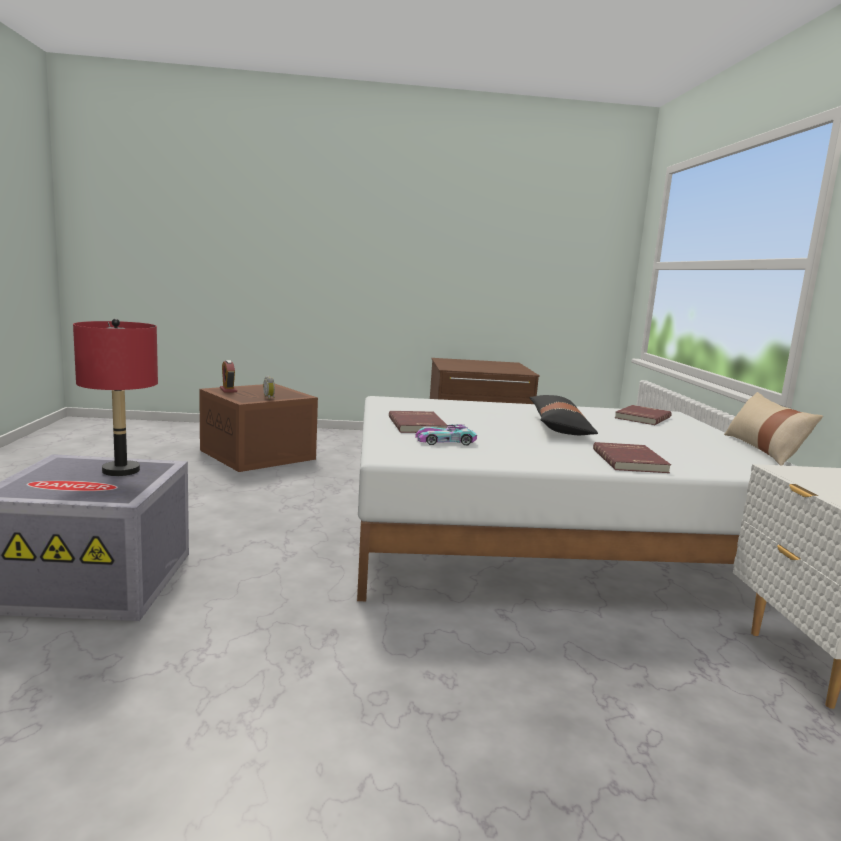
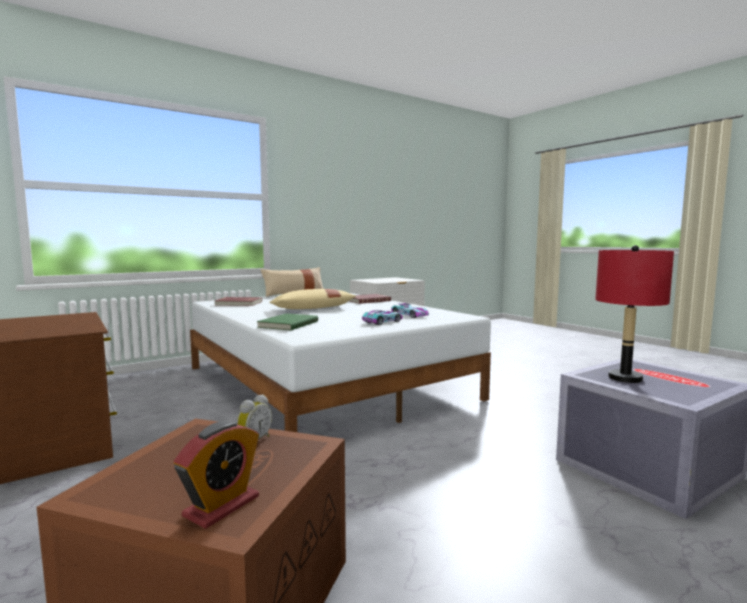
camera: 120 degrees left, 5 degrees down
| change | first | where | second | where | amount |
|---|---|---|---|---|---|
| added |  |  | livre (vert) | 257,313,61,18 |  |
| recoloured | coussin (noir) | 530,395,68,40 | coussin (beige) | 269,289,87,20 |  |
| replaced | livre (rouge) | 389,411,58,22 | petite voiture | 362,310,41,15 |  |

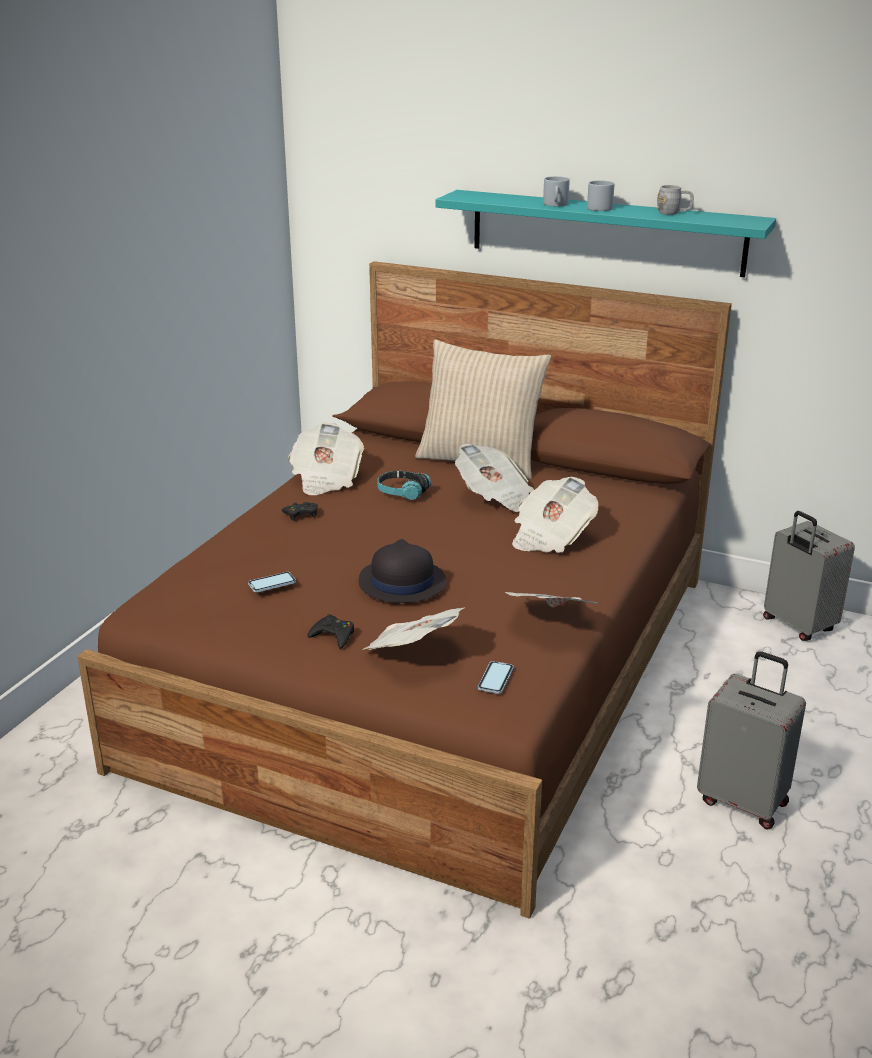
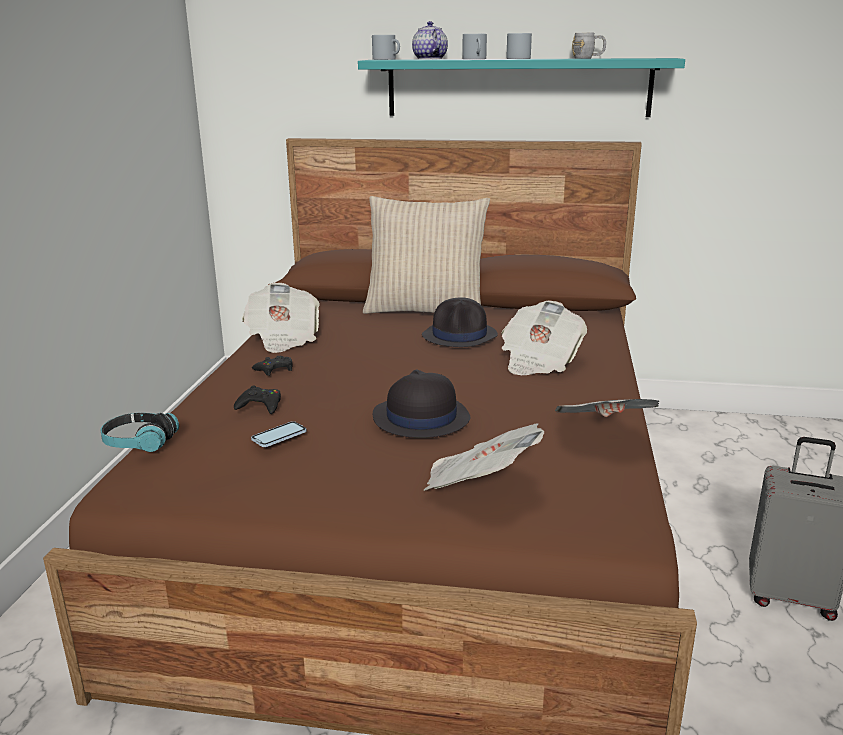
camera: 15 degrees left, 5 degrees down
| change | first | where | second | where | amount |
|---|---|---|---|---|---|
| moved | casque audio | 377,471,54,29 |  | 100,413,79,39 |  |
| moved | manette (noir) | 308,614,46,35 |  | 234,386,47,28 |  |
| added |  |  | mug (gris) | 372,35,28,25 |  |
| added |  |  | théière | 412,21,36,38 |  |
| replaced | journal | 455,443,79,69 | chapeau (noir) | 422,297,76,50 |  |
| removed | téléphone | 478,661,36,33 |  |  |  |
| removed | valise (gris) | 763,511,92,130 |  |  |  |

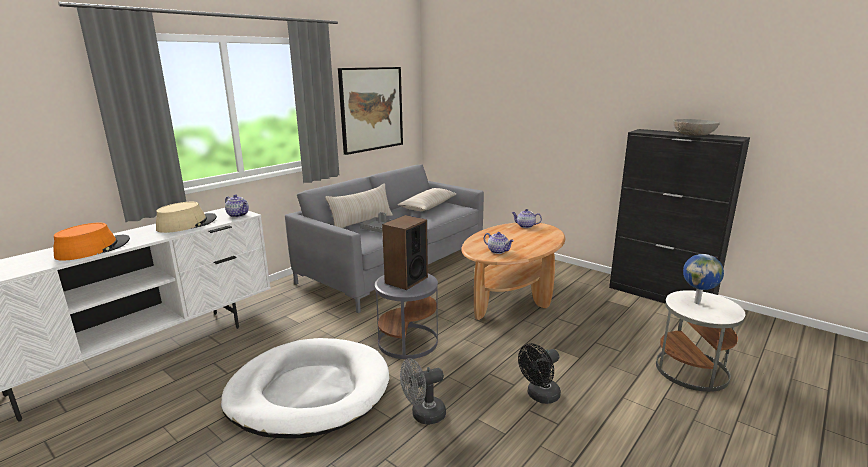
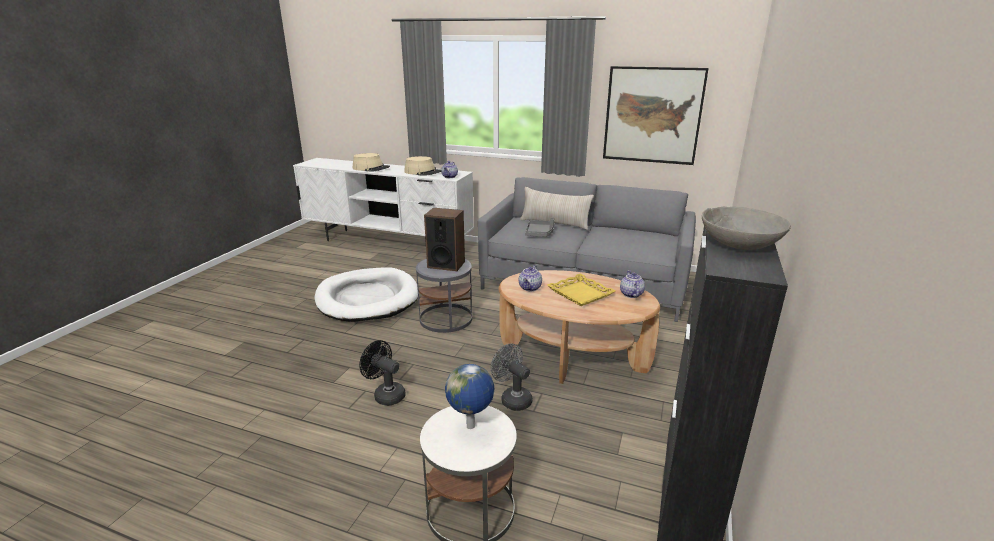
camera: 70 degrees right, 5 degrees up
| change | first | where | second | where | amount |
|---|---|---|---|---|---|
| recoloured | chapeau (orange) | 53,223,77,38 | chapeau (beige) | 353,153,37,18 |  |
| moved | ventilateur (gris) | 400,358,46,67 |  | 491,343,42,68 |  |
| added |  |  | plateau (jaune) | 547,274,69,32 |  |
| removed | coussin (beige) | 398,188,58,23 |  |  |  |

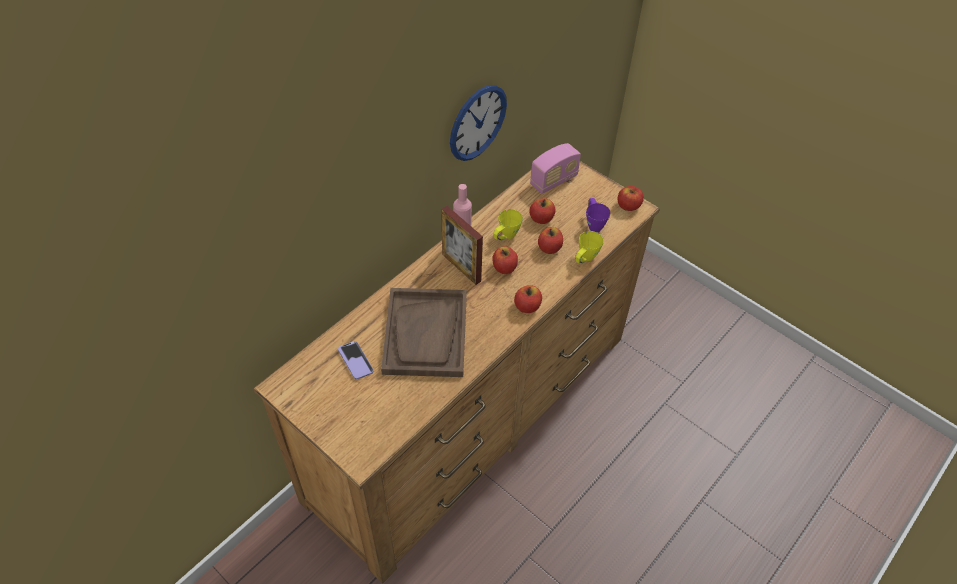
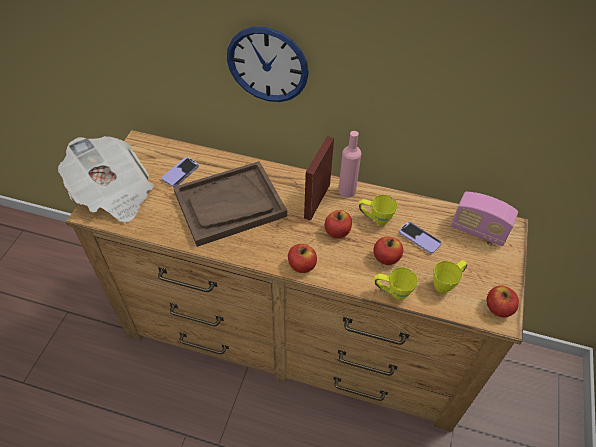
camera: 65 degrees right, 0 degrees up
| change | first | where | second | where | amount |
|---|---|---|---|---|---|
| added |  |  | journal | 58,136,96,87 |  |
| moved | horloge murale | 450,85,57,76 |  | 227,27,82,75 |  |
| replaced | pomme | 529,198,26,26 | téléphone | 399,222,43,32 |  |
| recoloured | mug (violet) | 586,198,24,35 | mug (jaune) | 433,260,35,34 |  |

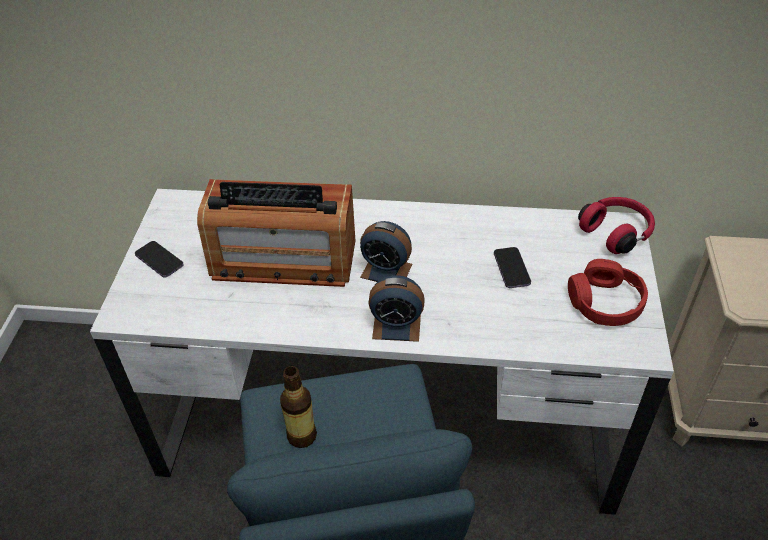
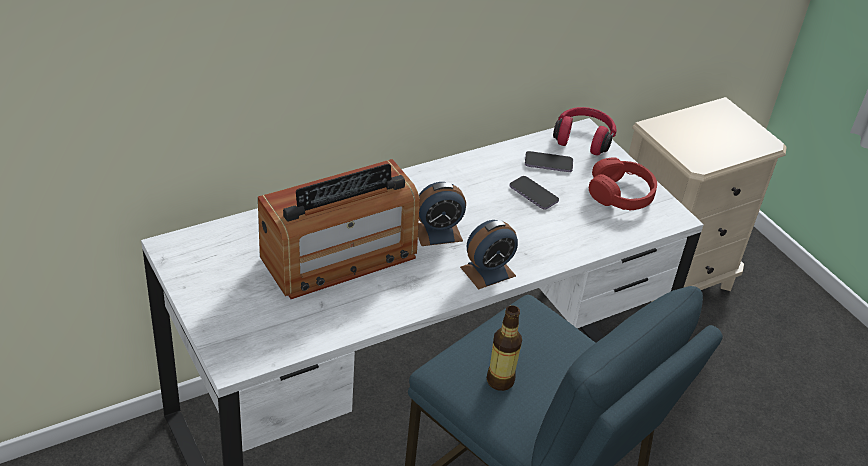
camera: 40 degrees left, 5 degrees down
| change | first | where | second | where | amount |
|---|---|---|---|---|---|
| moved | téléphone | 135,241,49,37 |  | 525,151,48,21 |  |

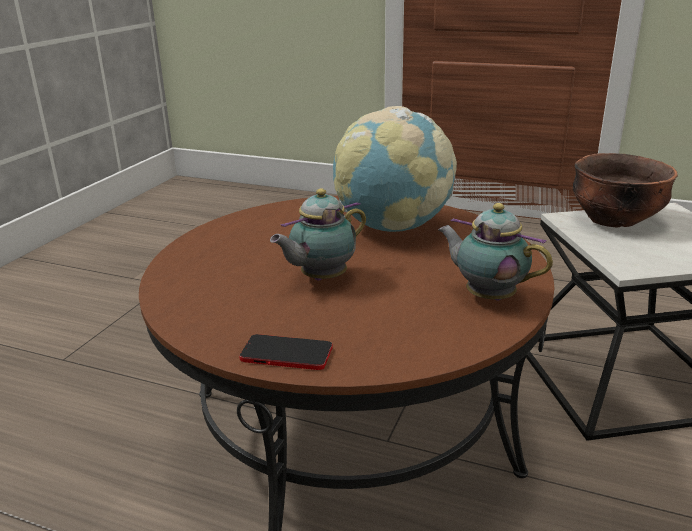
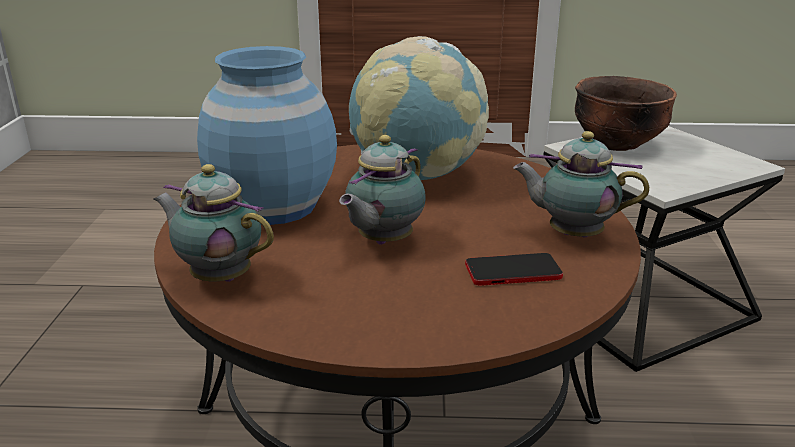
camera: 20 degrees left, 0 degrees up
| change | first | where | second | where | amount |
|---|---|---|---|---|---|
| added |  |  | théière | 154,164,120,118 |  |
| added |  |  | vase (bleu) | 197,46,140,179 |  |
| moved | téléphone | 239,334,94,36 |  | 465,253,98,33 |  |

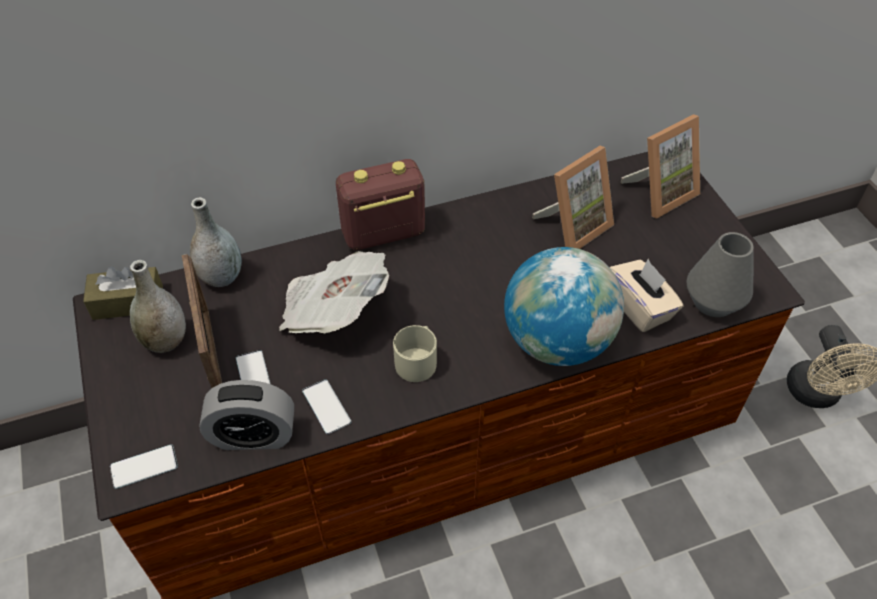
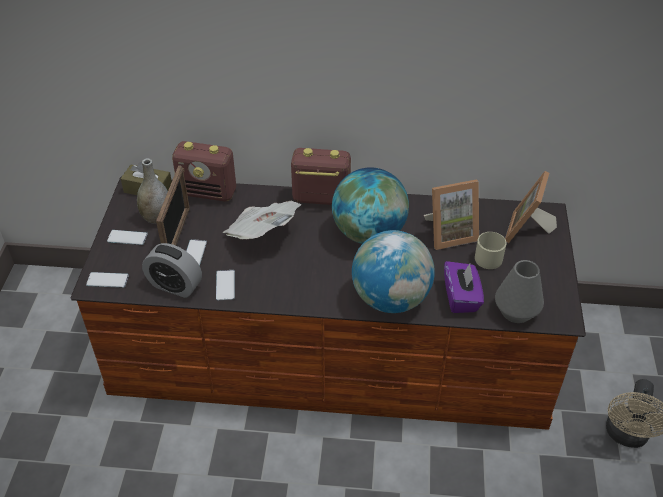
camera: 25 degrees right, 5 degrees down
| change | first | where | second | where | amount |
|---|---|---|---|---|---|
| added |  |  | téléphone | 107,230,41,15 |  |
| replaced | vase (gris) | 190,197,52,90 | radio | 172,141,64,61 |  |
| added |  |  | globe | 332,167,77,77 |  |
| recoloured | boîte à mouchoirs (beige) | 609,259,75,73 | boîte à mouchoirs (violet) | 444,261,40,52 |  |
| moved | mug (beige) | 393,325,44,57 |  | 475,232,32,37 |  |
| turned | cadre photo | 621,114,79,105 |  | 505,171,52,72 | 120 degrees clockwise |

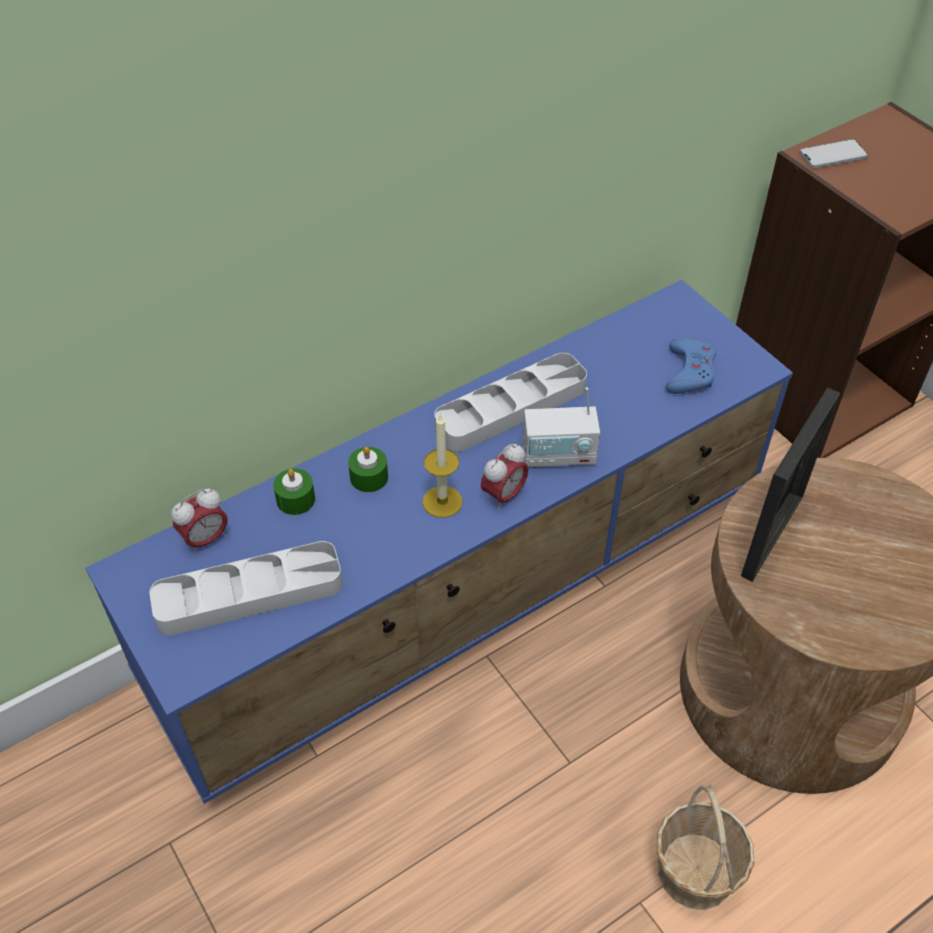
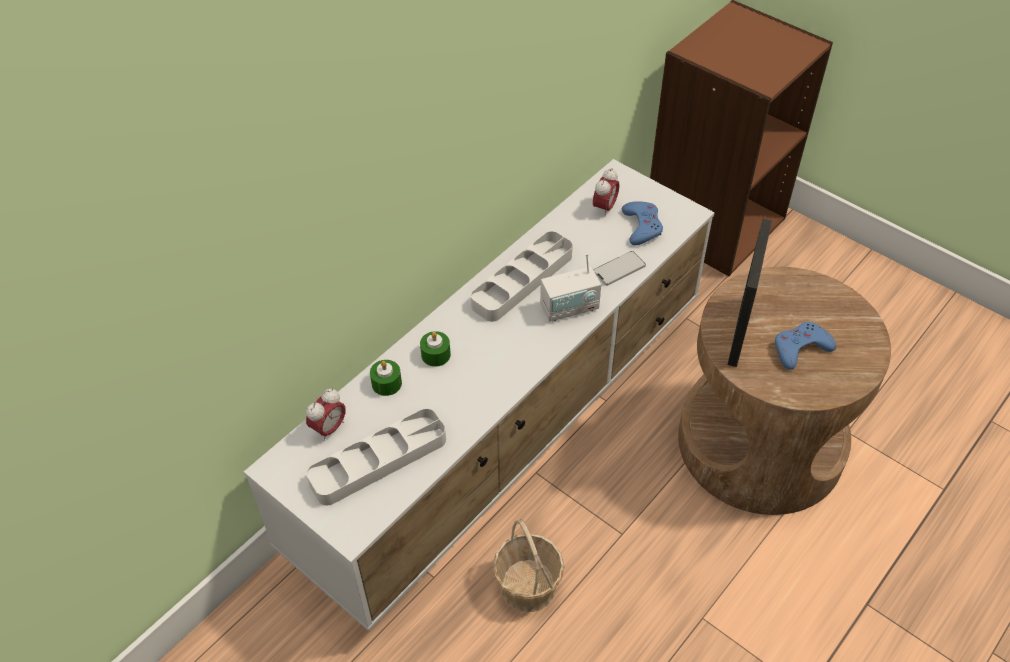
camera: 15 degrees left, 0 degrees up
| change | first | where | second | where | amount |
|---|---|---|---|---|---|
| recoloured | meuble télé (bleu) | 85,280,708,524 | meuble télé (blanc) | 244,159,471,472 |  |
| moved | panier | 656,784,98,126 |  | 493,518,71,95 |  |
| moved | réveil | 481,443,48,67 |  | 593,168,26,49 |  |
| moved | téléphone | 800,139,68,29 |  | 594,251,52,34 |  |
| added |  |  | manette (bleu) | 775,322,61,48 |  |
| removed | bougie | 423,413,39,105 |  |  |  |

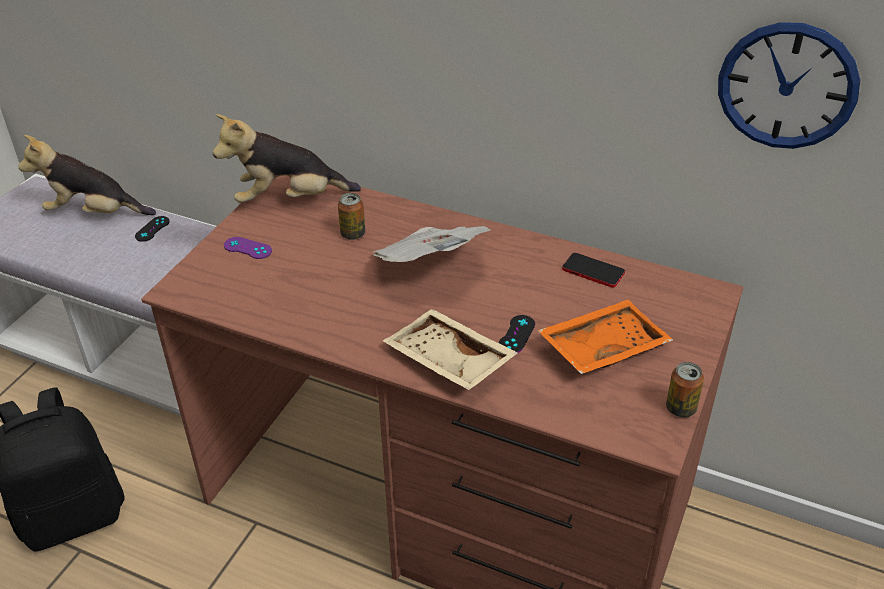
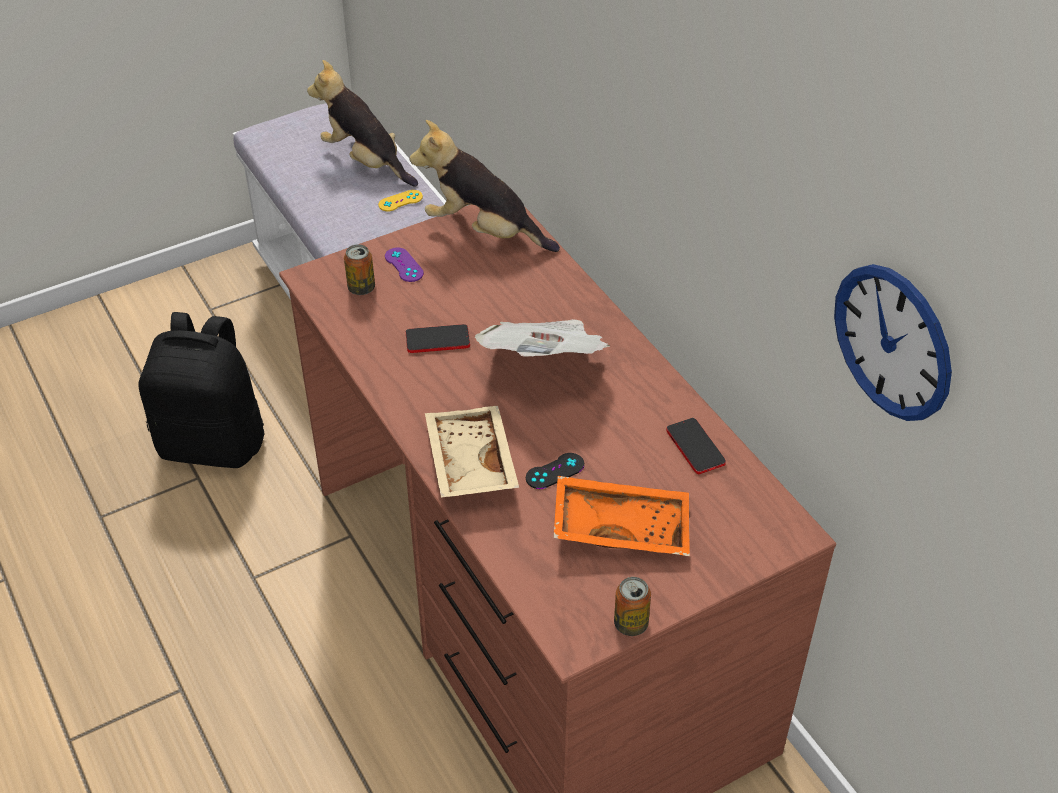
camera: 35 degrees right, 5 degrees up
| change | first | where | second | where | amount |
|---|---|---|---|---|---|
| moved | boîte métallique | 338,193,27,47 |  | 344,244,31,51 |  |
| recoloured | manette (noir) | 135,216,35,26 | manette (jaune) | 378,190,45,21 |  |
| added |  |  | téléphone | 406,324,64,29 |  |

